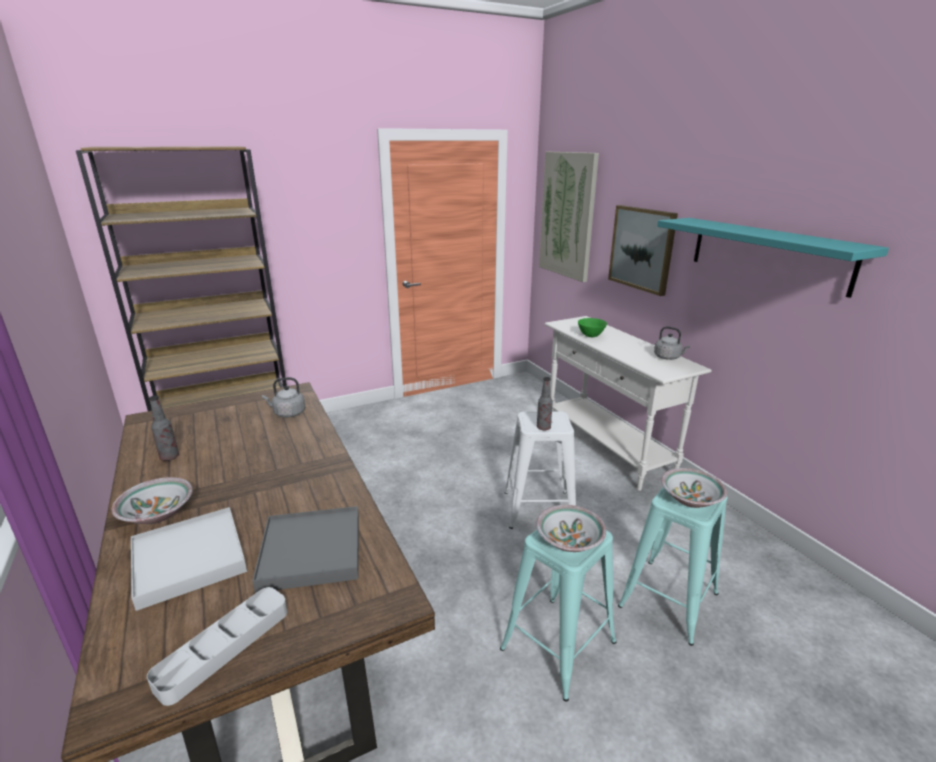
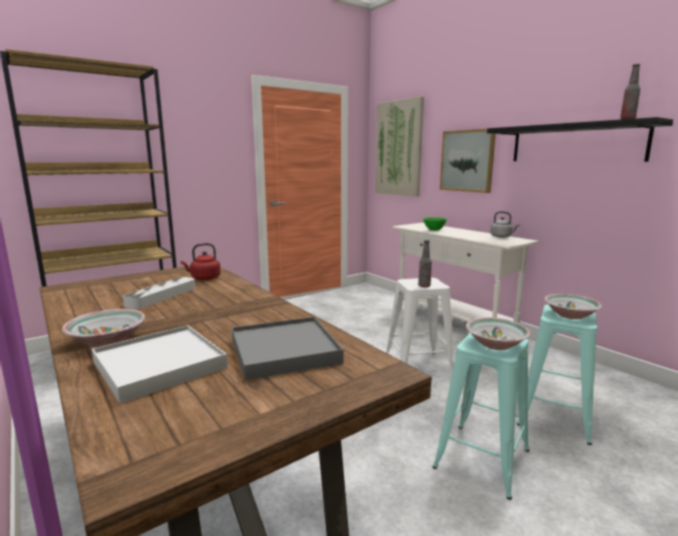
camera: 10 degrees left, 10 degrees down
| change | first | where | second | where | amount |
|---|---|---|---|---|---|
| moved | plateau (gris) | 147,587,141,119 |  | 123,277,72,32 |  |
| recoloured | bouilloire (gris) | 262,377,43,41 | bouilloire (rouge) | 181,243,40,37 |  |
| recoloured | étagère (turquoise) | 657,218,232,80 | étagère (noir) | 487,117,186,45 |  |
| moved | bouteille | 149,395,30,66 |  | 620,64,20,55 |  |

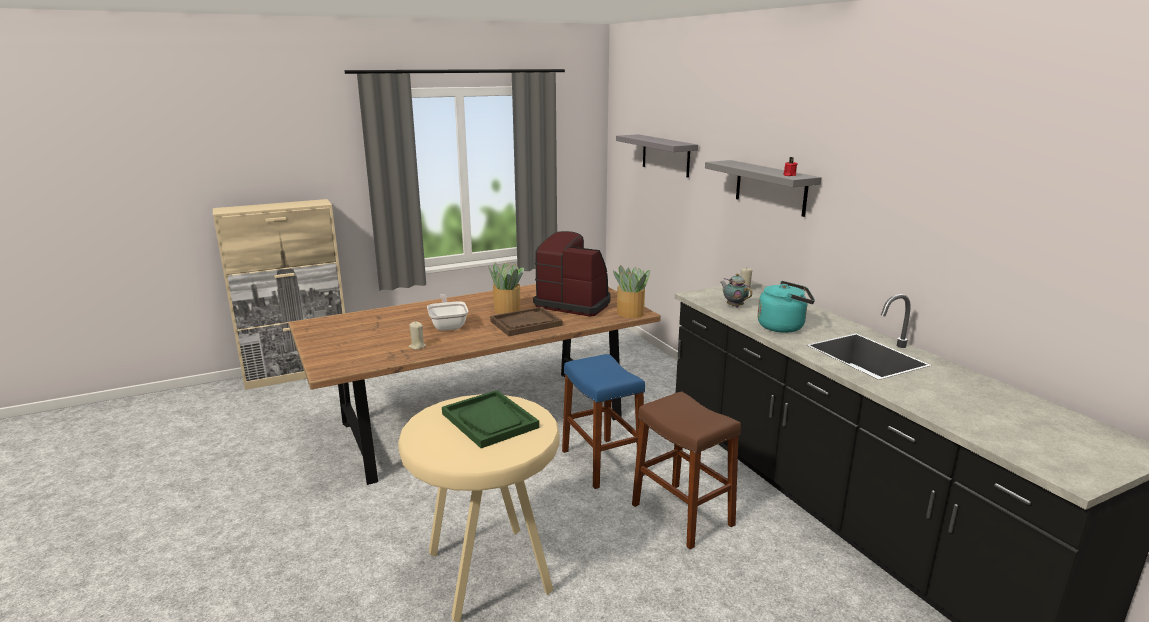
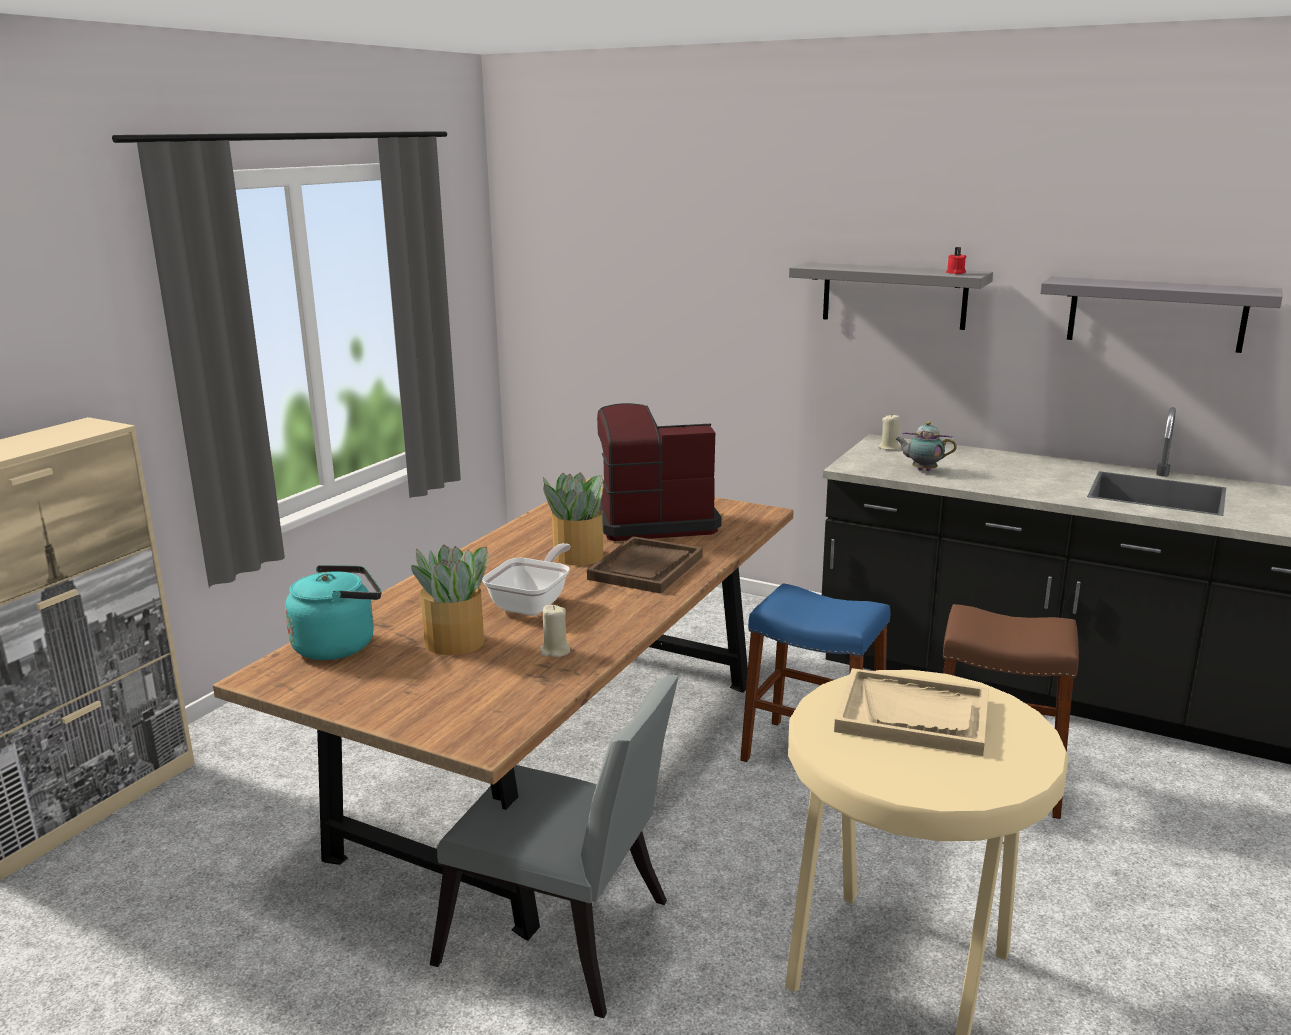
camera: 35 degrees left, 0 degrees up
| change | first | where | second | where | amount |
|---|---|---|---|---|---|
| moved | bouilloire (turquoise) | 757,281,58,52 |  | 285,565,97,95 |  |
| moved | plante en pot | 613,265,38,53 |  | 411,545,78,110 |  |
| added |  |  | chaise (gris) | 430,675,249,343 |  |
| turned | poêle | 427,294,41,37 |  | 482,543,89,73 | 75 degrees clockwise |
| recoloured | plateau (vert) | 442,390,97,58 | plateau (beige) | 834,668,155,88 |  |
| moved | étagère (gris) | 616,134,82,44 |  | 1040,277,243,76 |  |

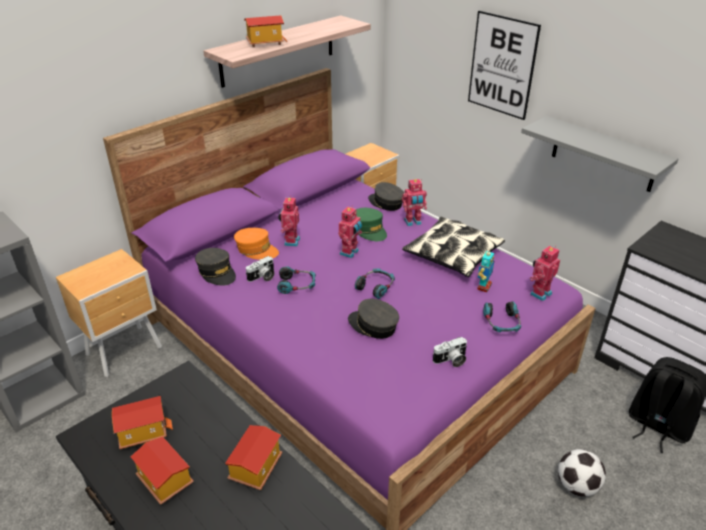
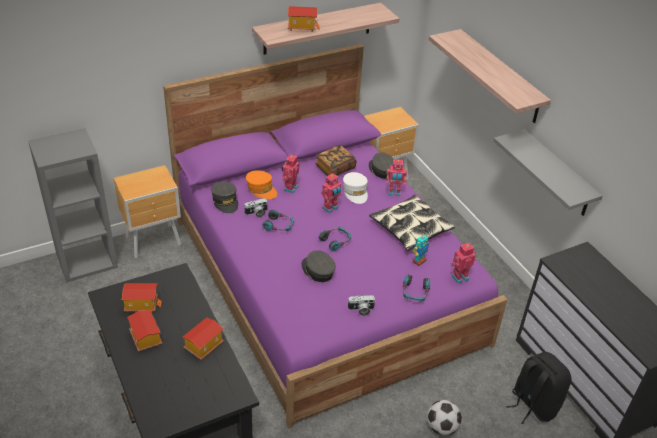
camera: 15 degrees right, 5 degrees up
| change | first | where | second | where | amount |
|---|---|---|---|---|---|
| added |  |  | livre | 315,145,41,31 |  |
| recoloured | casquette (vert) | 356,208,31,33 | casquette (blanc) | 343,172,25,32 |  |
| replaced | tableau | 468,10,73,110 | étagère | 429,29,122,94 |  |

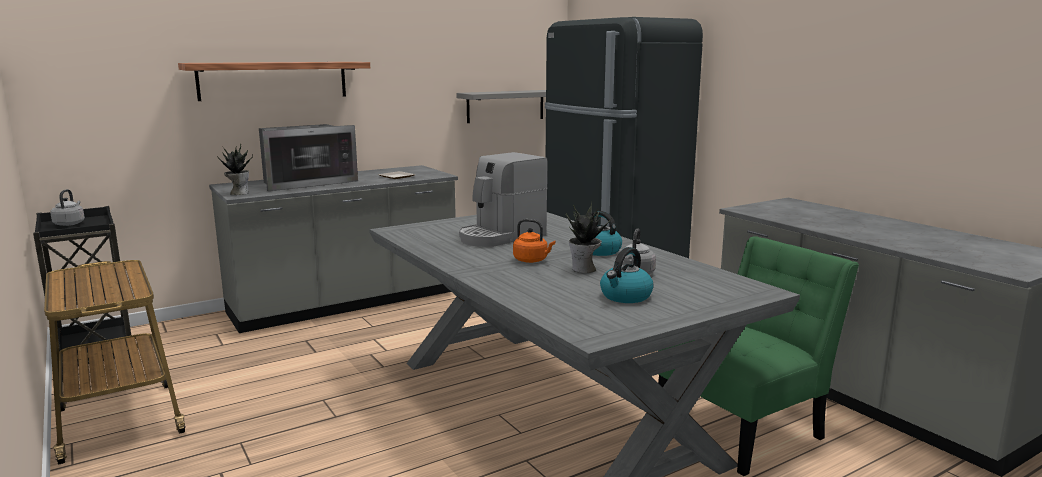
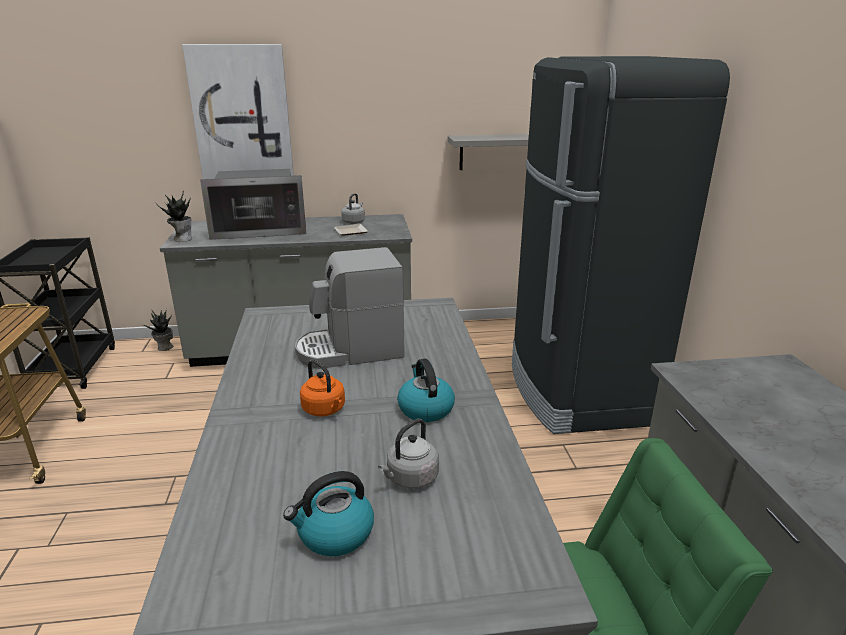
camera: 25 degrees right, 10 degrees up
| change | first | where | second | where | amount |
|---|---|---|---|---|---|
| moved | plante en pot | 566,202,46,71 |  | 141,309,32,42 |  |
| replaced | étagère | 178,62,192,39 | tableau | 182,44,112,135 |  |
| moved | bouilloire (gris) | 50,189,35,37 |  | 341,193,24,31 |  |

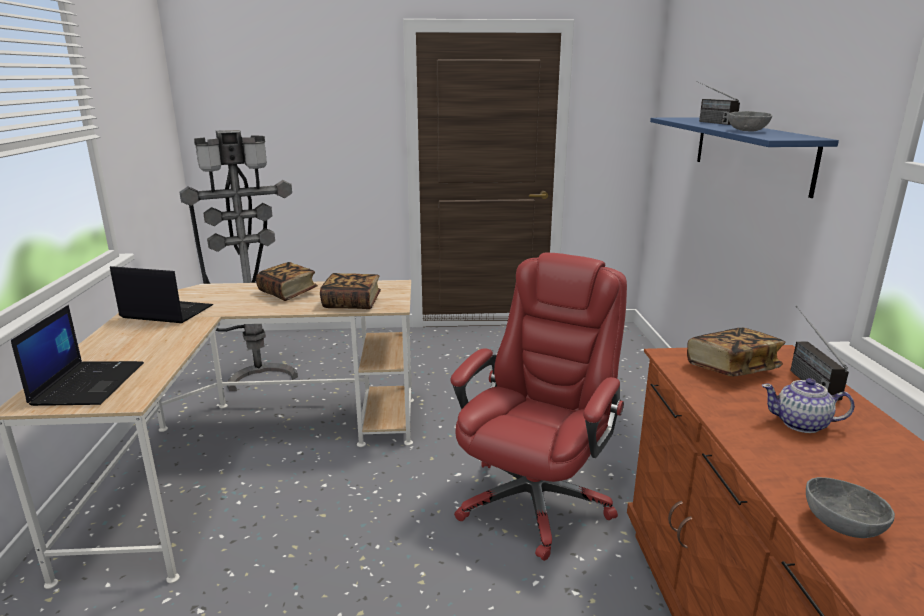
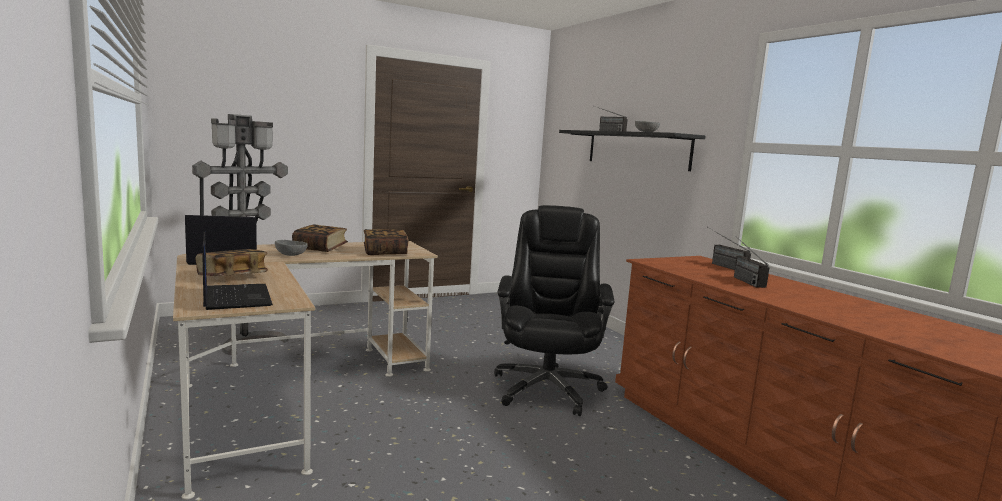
camera: 25 degrees left, 10 degrees down
| change | first | where | second | where | amount |
|---|---|---|---|---|---|
| moved | livre | 687,328,98,49 |  | 195,249,73,27 |  |
| moved | bol (gris) | 806,477,89,61 |  | 275,240,33,16 |  |
| recoloured | chaise de bureau (rouge) | 450,253,177,308 | chaise de bureau (noir) | 494,205,121,211 |  |
| recoloured | étagère (bleu) | 650,117,189,81 | étagère (noir) | 559,130,147,41 |  |
| replaced | théière | 761,378,94,55 | radio | 734,236,35,52 |  |

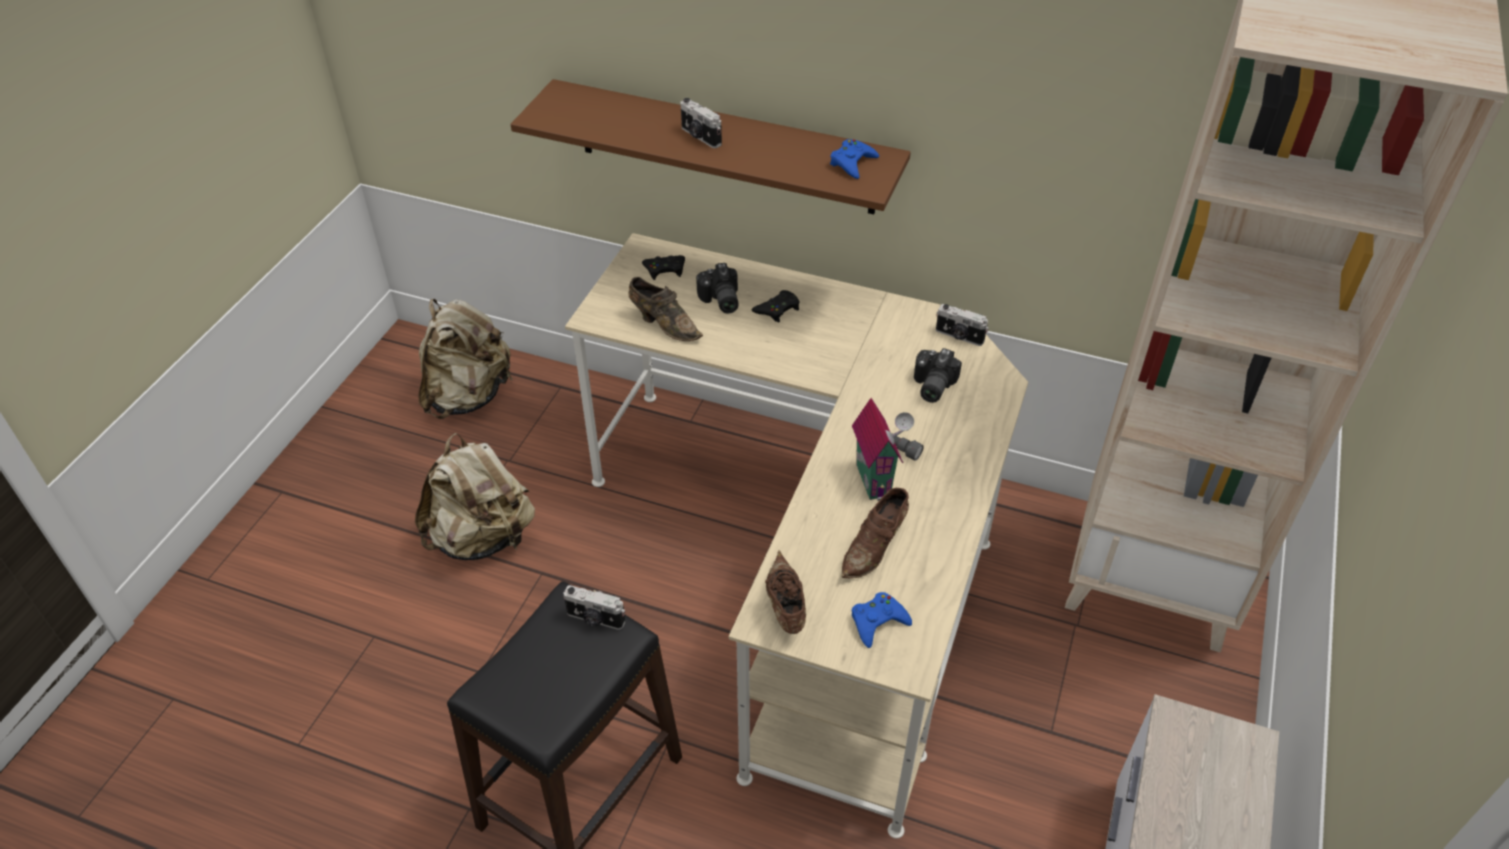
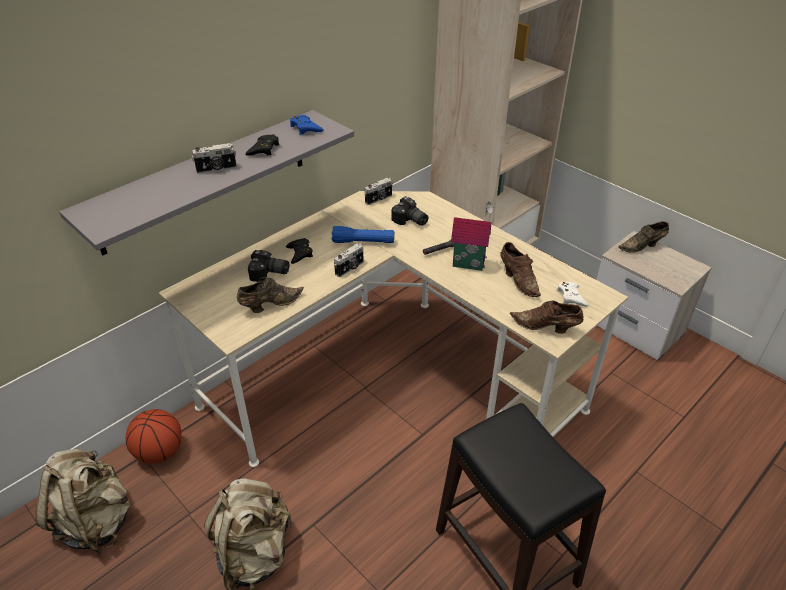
camera: 65 degrees left, 5 degrees down
| change | first | where | second | where | amount |
|---|---|---|---|---|---|
| recoloured | étagère (marron) | 510,79,401,135 | étagère (gris) | 59,110,295,145 |  |
| added |  |  | ballon de basket | 126,409,56,55 |  |
| moved | manette (noir) | 642,255,43,25 |  | 245,134,34,22 |  |
| added |  |  | lampe de poche (bleu) | 332,226,63,17 |  |
| moved | appareil photo | 563,585,62,45 |  | 334,243,30,34 |  |
| recoloured | manette (bleu) | 852,592,60,56 | manette (blanc) | 557,281,32,25 |  |
| added |  |  | chaussure (marron) | 619,222,50,31 |  |

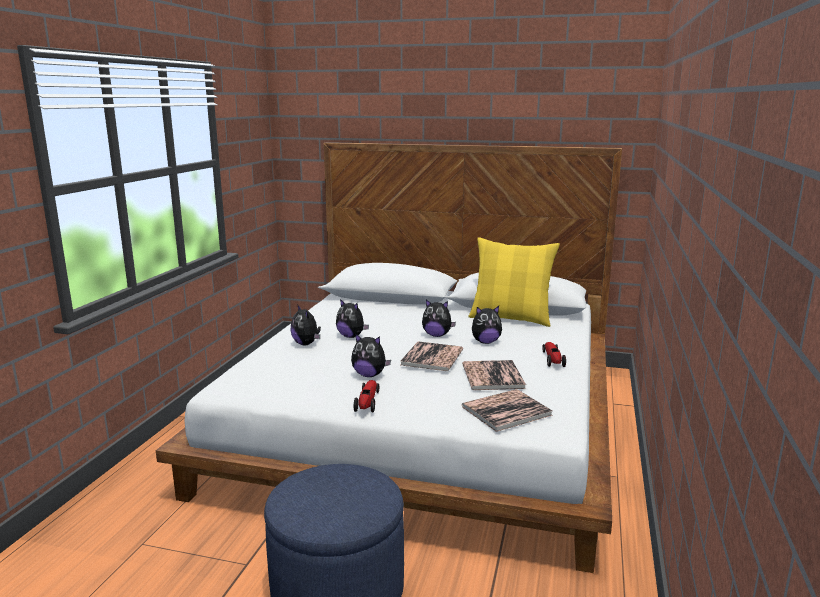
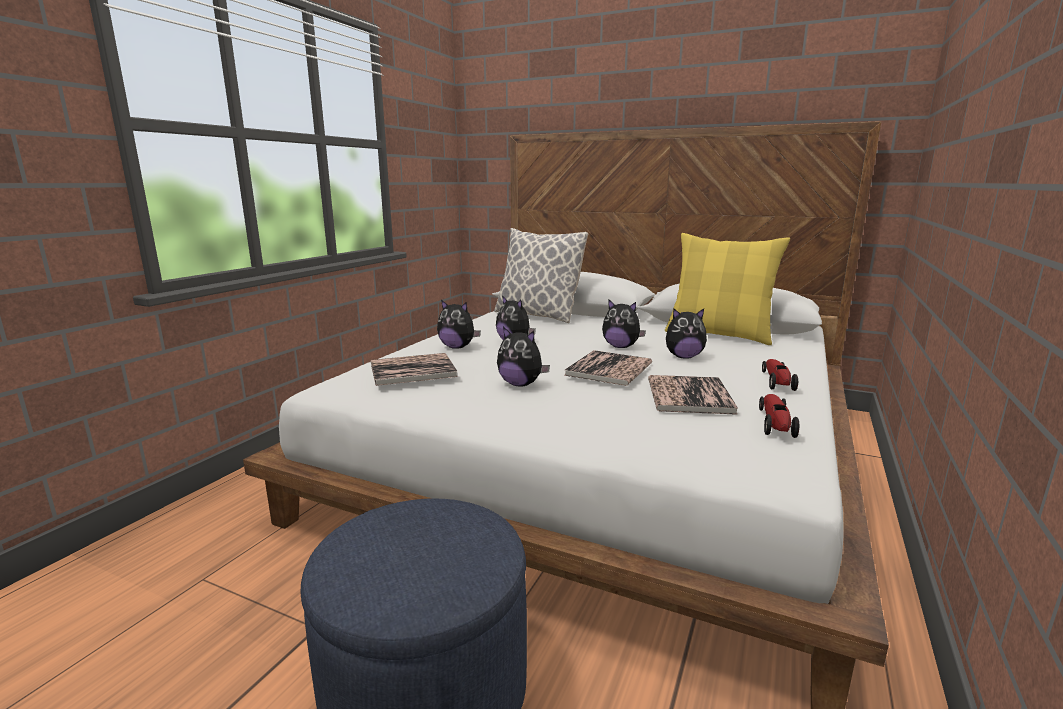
camera: 10 degrees right, 0 degrees up
| change | first | where | second | where | amount |
|---|---|---|---|---|---|
| moved | livre | 462,389,91,43 |  | 371,353,87,33 |  |
| turned | peluche | 290,304,31,41 |  | 437,300,44,49 | 45 degrees counterclockwise |
| added |  |  | coussin | 494,228,94,95 |  |
| moved | petite voiture | 354,380,25,32 |  | 759,394,40,44 |  |

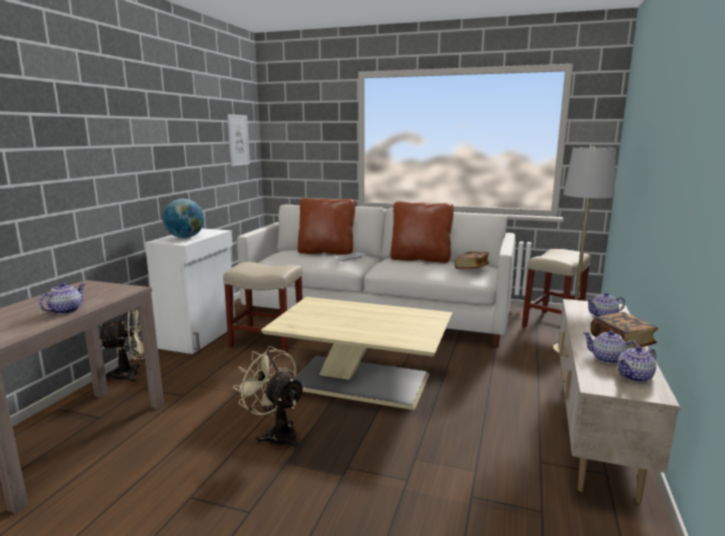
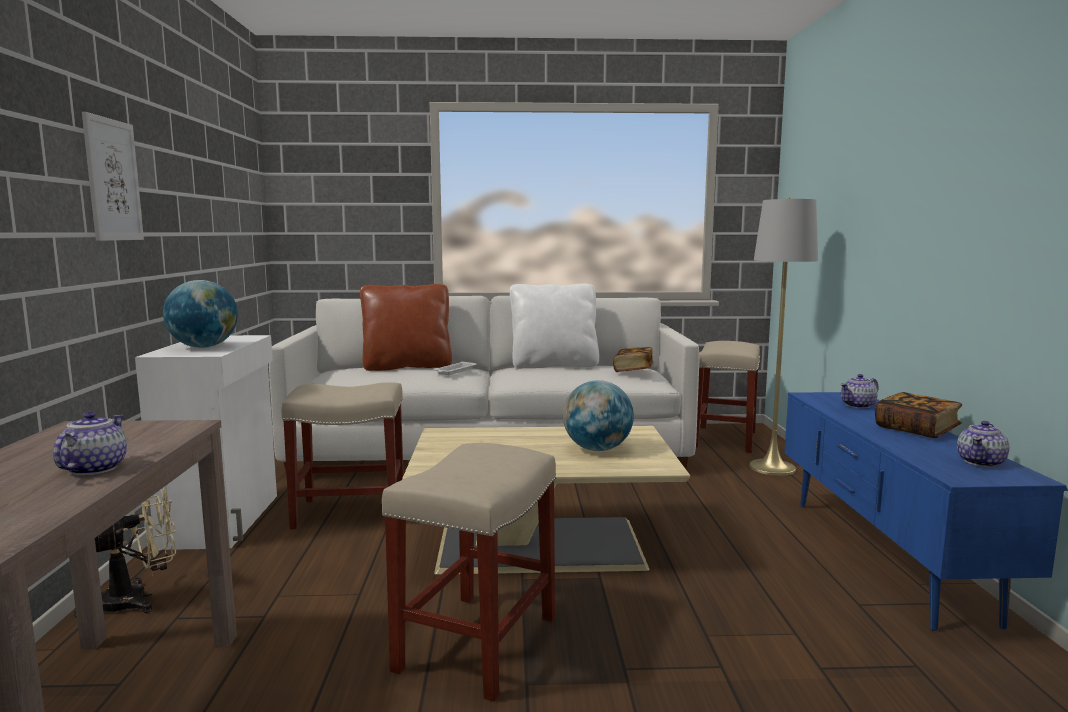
camera: 20 degrees left, 5 degrees down
| change | first | where | second | where | amount |
|---|---|---|---|---|---|
| moved | tableau | 227,114,23,52 |  | 82,112,62,129 |  |
| replaced | ventilateur (beige) | 233,346,72,104 | tabouret (beige) | 382,443,175,259 |  |
| recoloured | coussin (marron) | 390,201,64,62 | coussin (blanc) | 510,284,89,85 |  |
| added |  |  | globe | 563,380,71,71 |  |
| recoloured | meuble télé (beige) | 558,299,123,205 | meuble télé (bleu) | 784,392,284,239 |  |
| removed | théière | 583,330,55,34 |  |  |  |

